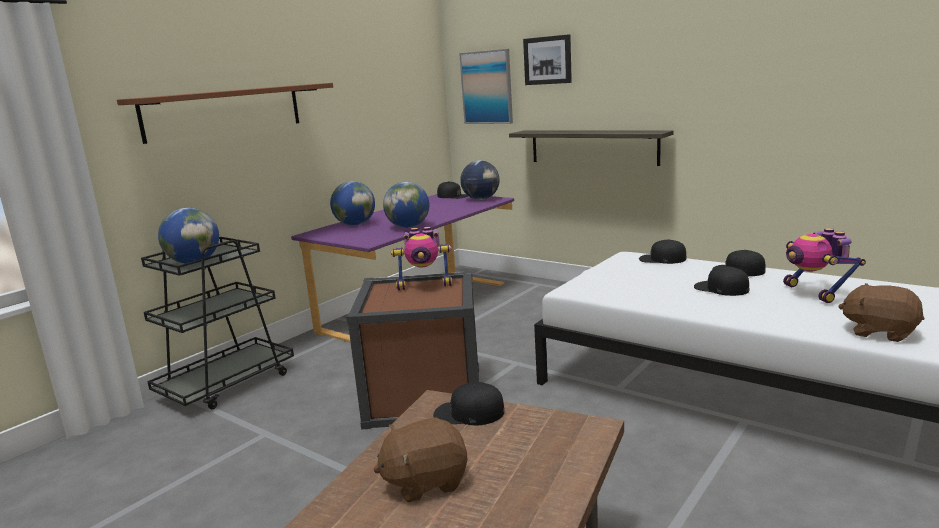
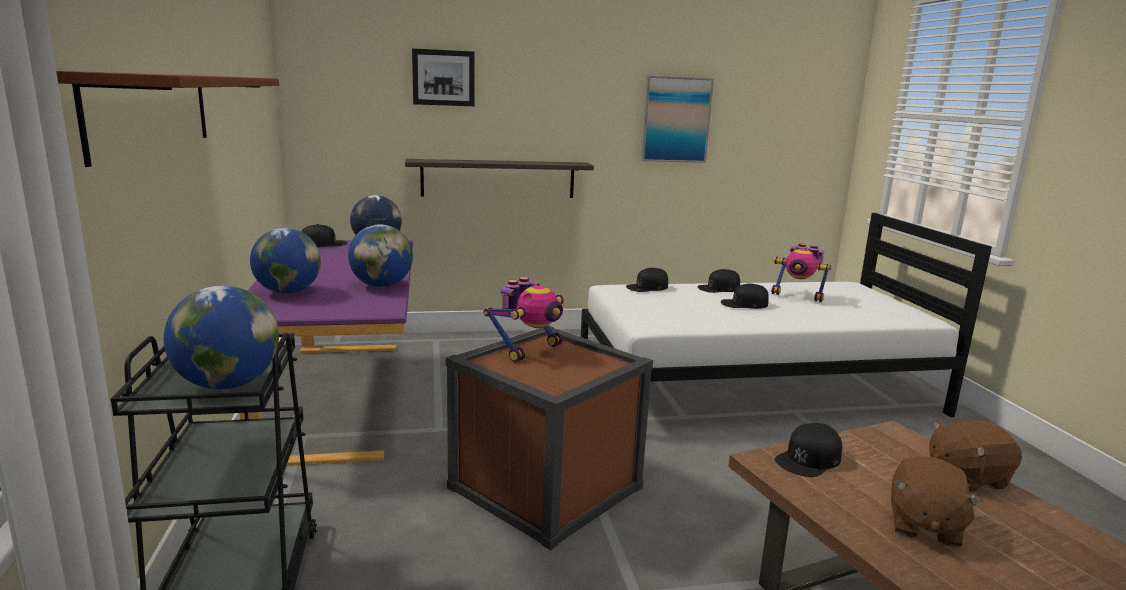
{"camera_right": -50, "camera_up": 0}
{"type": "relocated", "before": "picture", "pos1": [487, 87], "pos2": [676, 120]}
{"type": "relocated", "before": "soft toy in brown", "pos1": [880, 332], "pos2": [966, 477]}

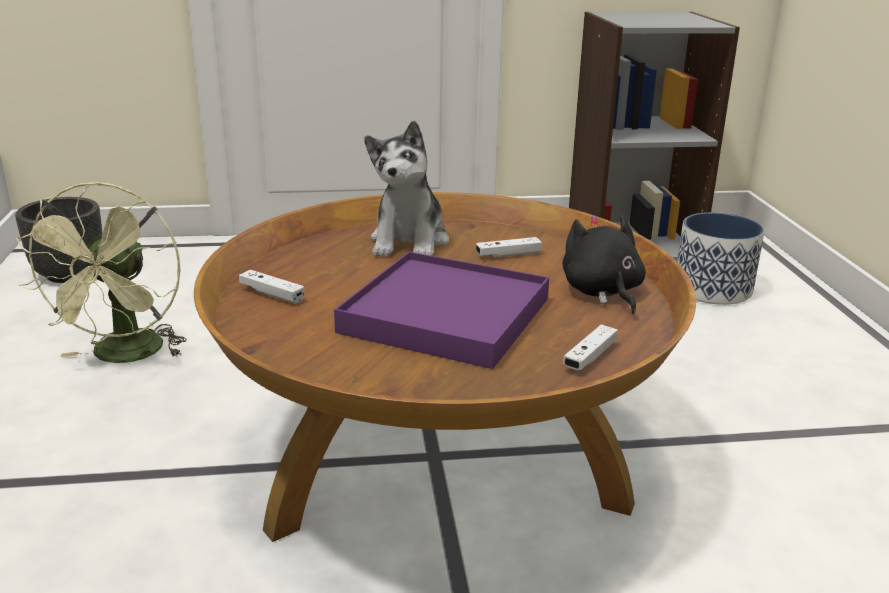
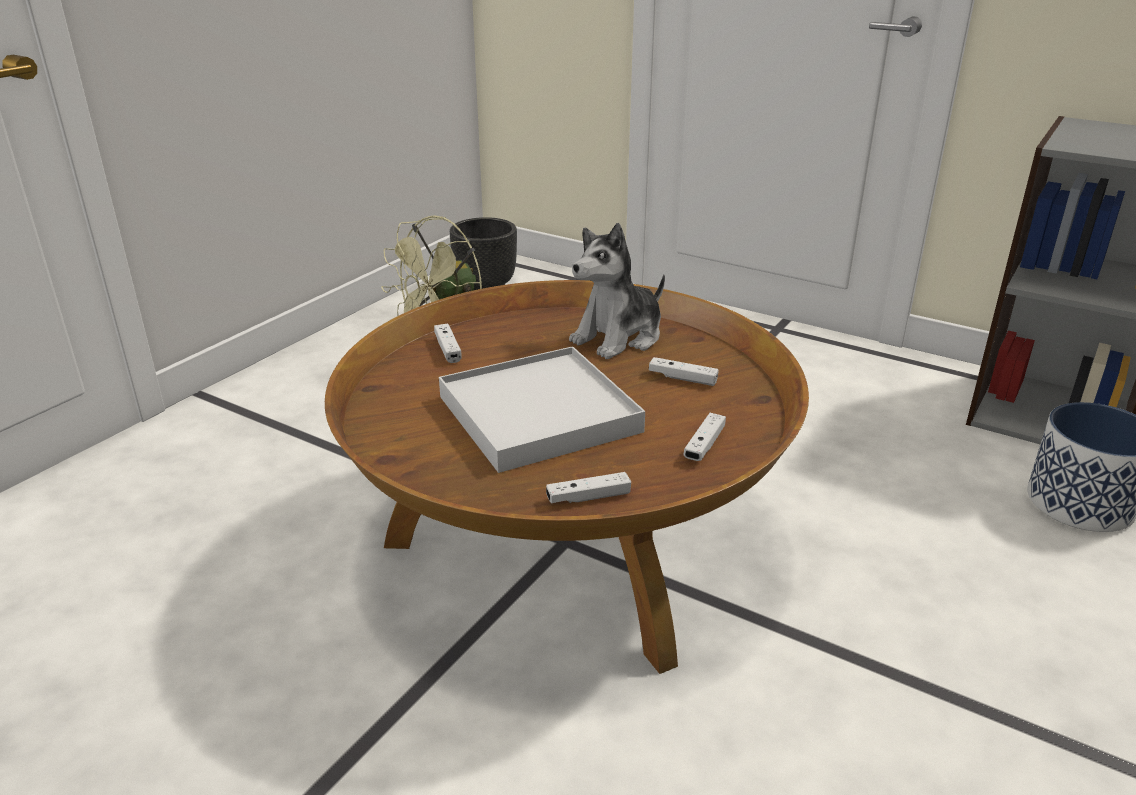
{"camera_right": 40, "camera_up": 5}
{"type": "colour", "before": "carrying tray in purple-coloured", "after": "carrying tray in white-coloured", "pos1": [446, 316], "pos2": [538, 414]}
{"type": "exchanged", "before": "soft toy in black", "after": "gamepad in white-coloured", "pos1": [602, 292], "pos2": [704, 445]}

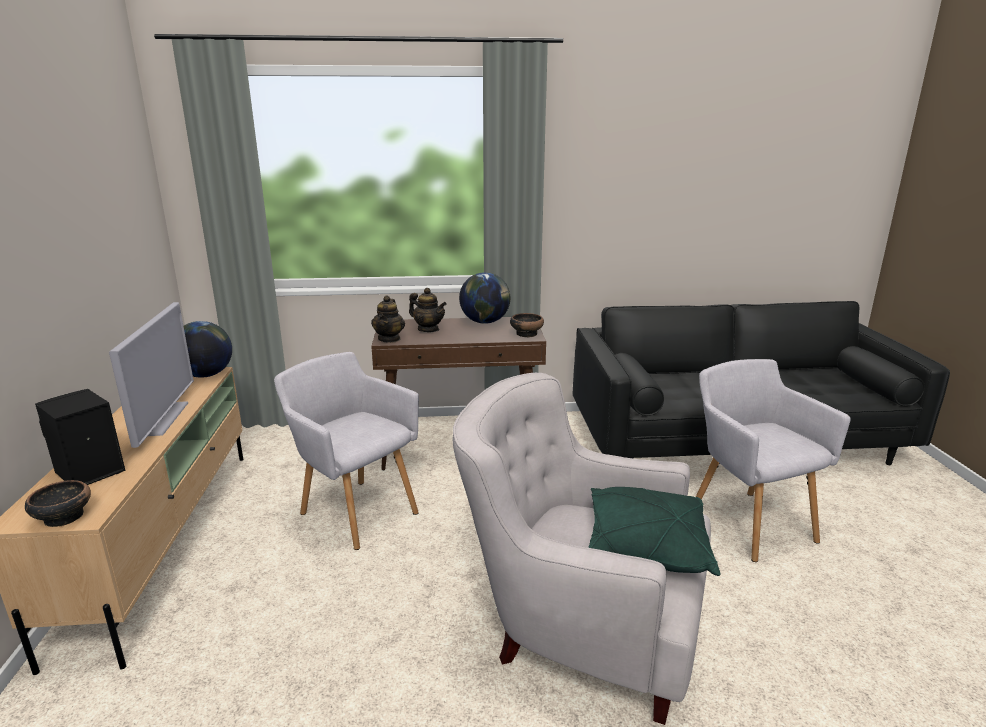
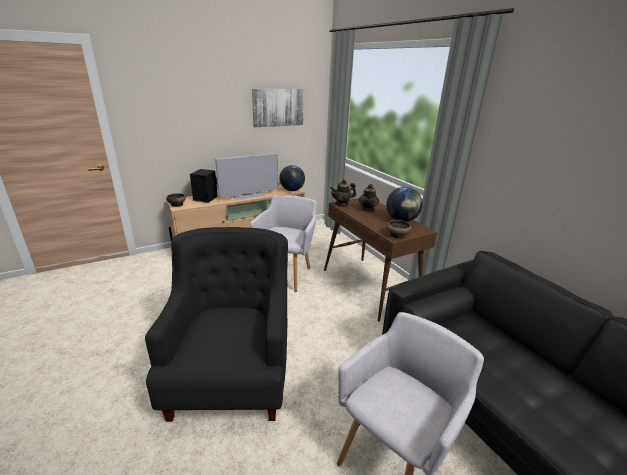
{"camera_right": 65, "camera_up": 5}
{"type": "colour", "before": "easy chair in white-coloured", "after": "easy chair in black", "pos1": [580, 625], "pos2": [232, 372]}
{"type": "appeared", "after": "picture", "pos2": [278, 107]}
{"type": "missing", "before": "throw pillow in green", "pos1": [646, 546]}

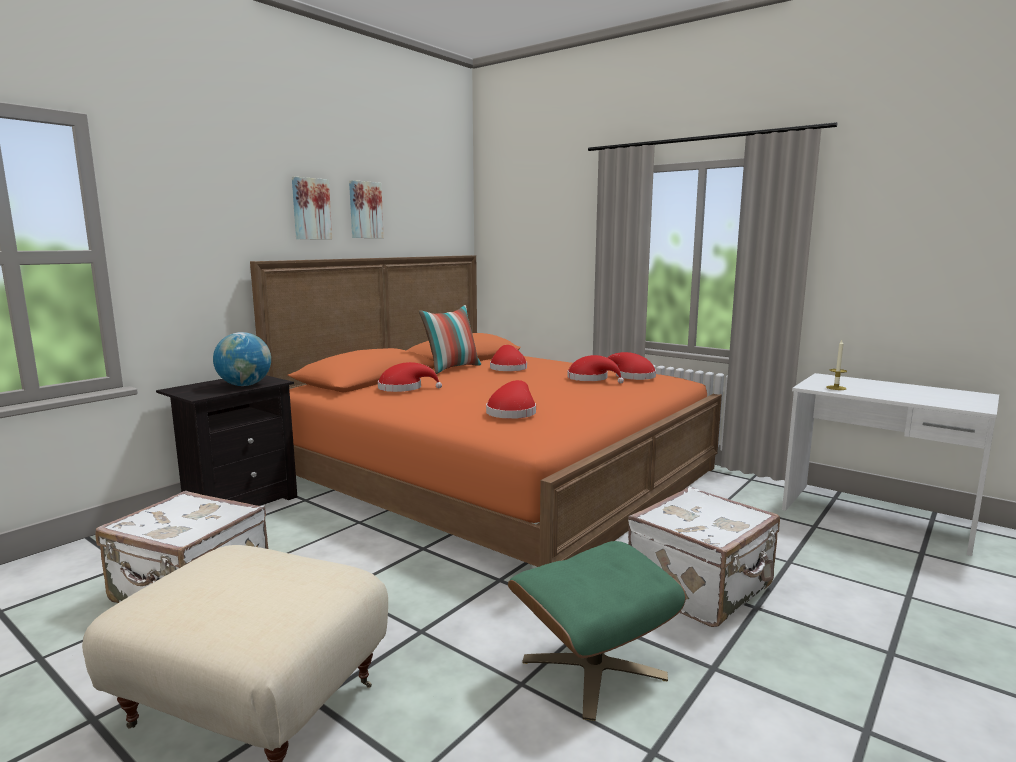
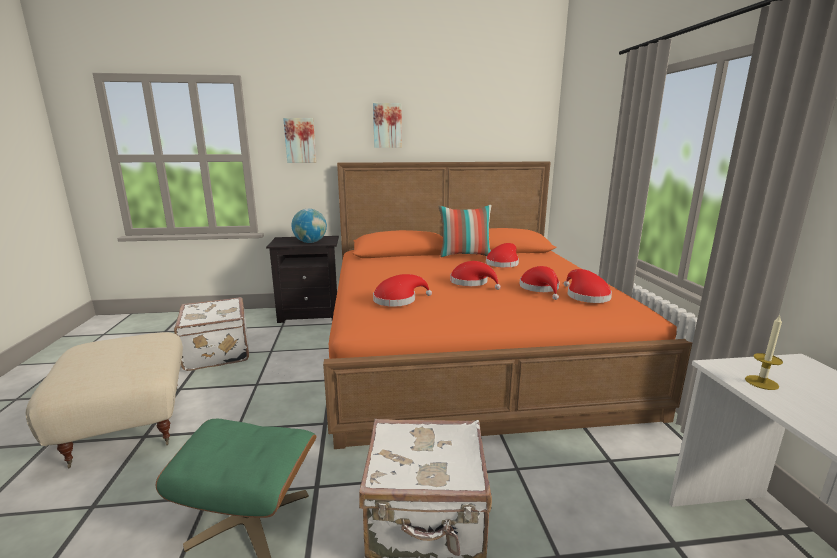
{"camera_right": 45, "camera_up": 5}
{"type": "relocated", "before": "picture", "pos1": [365, 210], "pos2": [300, 140]}
{"type": "relocated", "before": "wearable hat in red-coloured", "pos1": [404, 388], "pos2": [472, 283]}

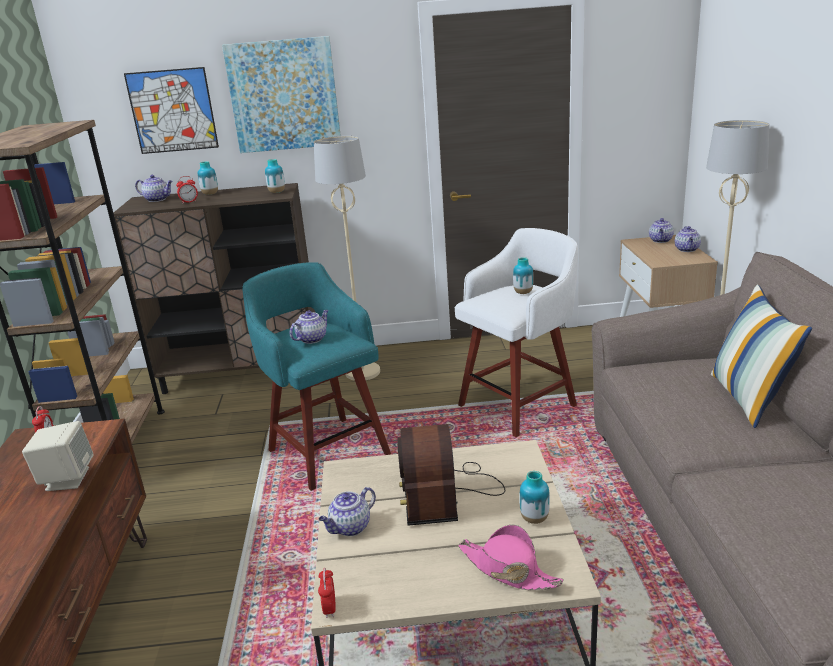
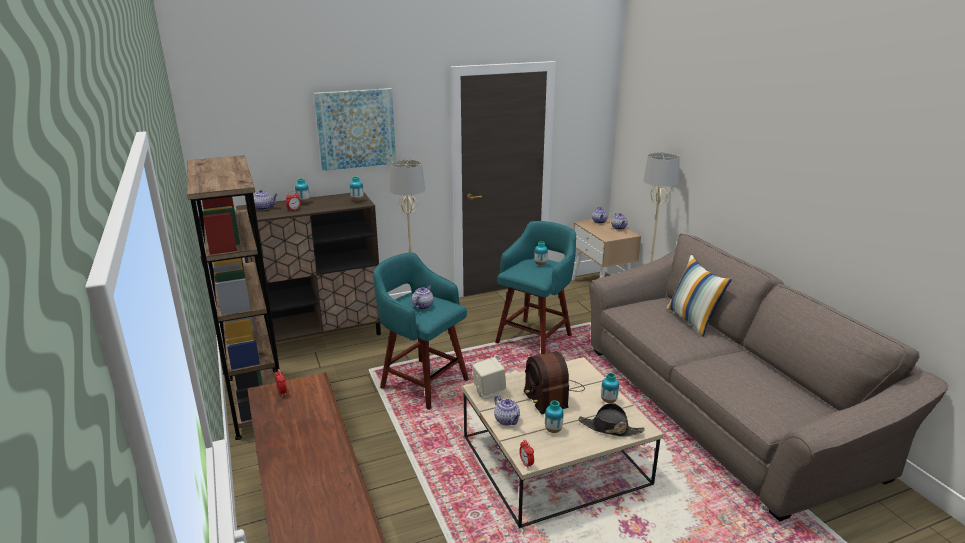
{"camera_right": -20, "camera_up": 0}
{"type": "relocated", "before": "audio speaker in sand-coloured", "pos1": [67, 479], "pos2": [488, 391]}
{"type": "spun", "before": "teapot", "pos1": [350, 528], "pos2": [507, 420], "turn": -60}
{"type": "colour", "before": "stool in white-coloured", "after": "stool in blue-green", "pos1": [520, 404], "pos2": [535, 338]}
{"type": "appeared", "after": "vase", "pos2": [553, 430]}
{"type": "colour", "before": "wearable hat in pinkish", "after": "wearable hat in black", "pos1": [507, 569], "pos2": [610, 428]}
{"type": "missing", "before": "picture", "pos1": [172, 111]}

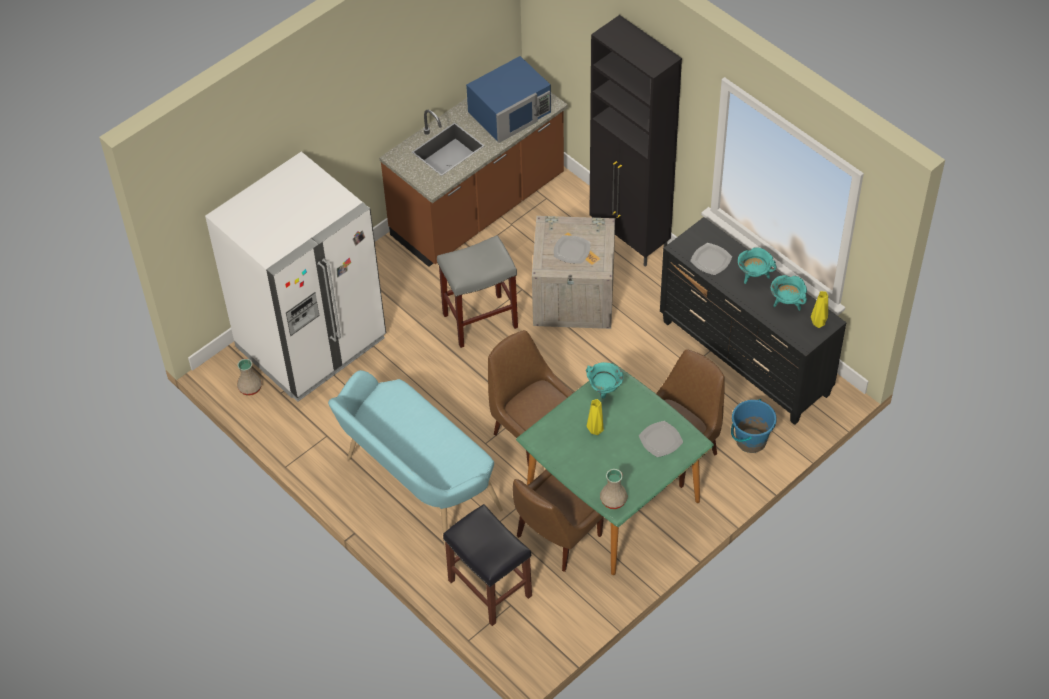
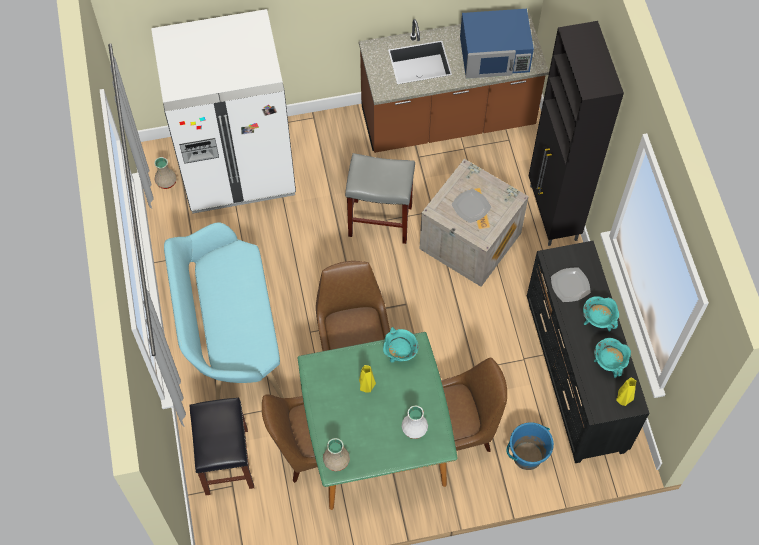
{"camera_right": 30, "camera_up": 10}
{"type": "exchanged", "before": "dinner plate", "after": "vase in white-coloured", "pos1": [660, 439], "pos2": [414, 427]}

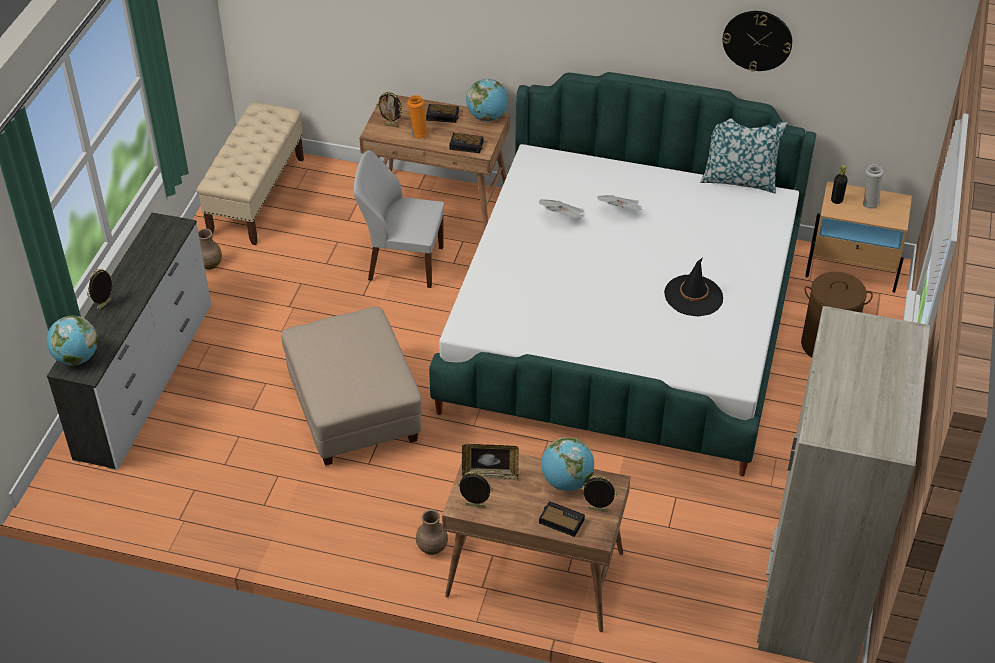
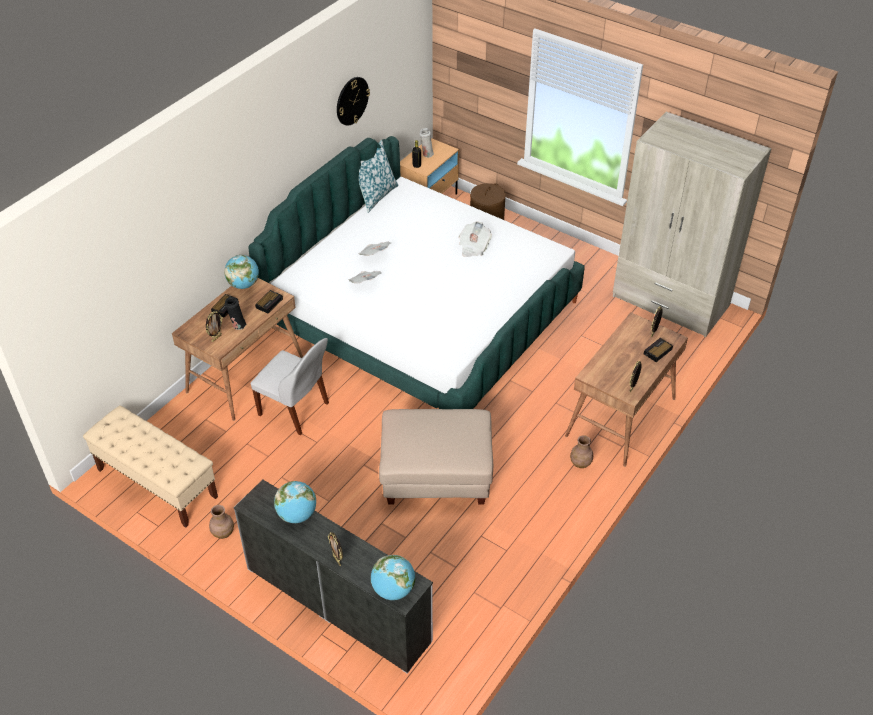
{"camera_right": -70, "camera_up": 0}
{"type": "colour", "before": "vase in orange-coloured", "after": "vase in black", "pos1": [418, 133], "pos2": [237, 325]}
{"type": "spun", "before": "plain chair in white-coloured", "pos1": [403, 263], "pos2": [295, 410], "turn": -90}
{"type": "relocated", "before": "world globe", "pos1": [566, 481], "pos2": [297, 515]}
{"type": "exchanged", "before": "wearable hat in black", "after": "printed paper", "pos1": [693, 296], "pos2": [473, 247]}
{"type": "missing", "before": "standing frame", "pos1": [490, 474]}

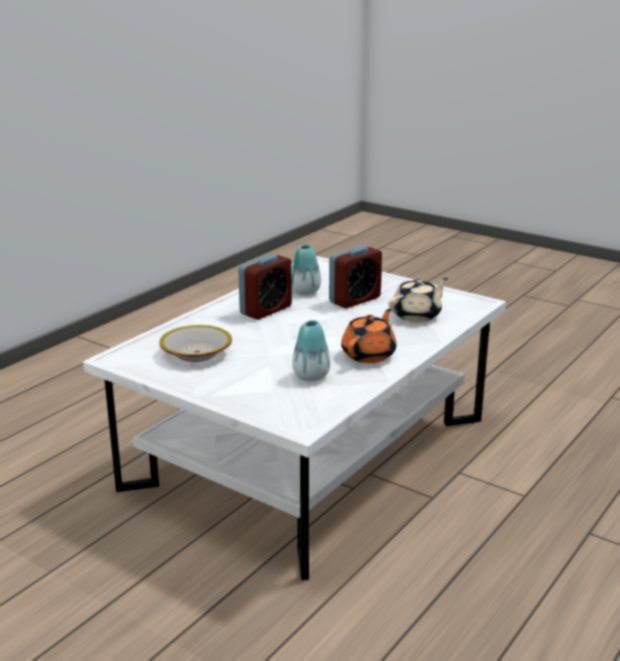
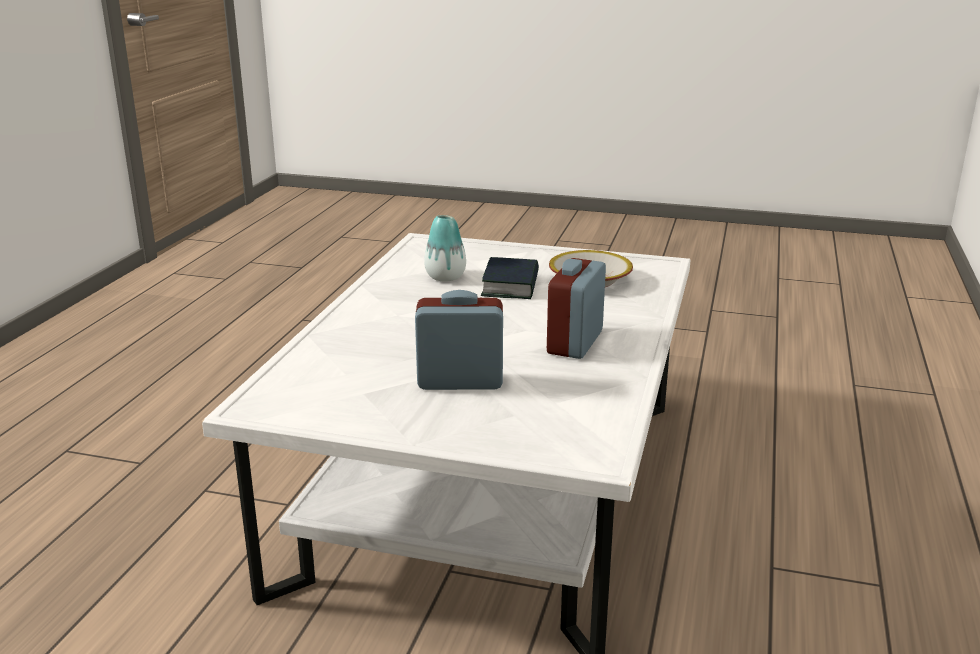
{"camera_right": 160, "camera_up": 0}
{"type": "spun", "before": "alarm clock", "pos1": [354, 300], "pos2": [460, 381], "turn": 60}
{"type": "appeared", "after": "volume", "pos2": [511, 286]}
{"type": "missing", "before": "vase", "pos1": [305, 291]}
{"type": "missing", "before": "teapot in orange-coloured", "pos1": [369, 354]}
{"type": "missing", "before": "teapot in sand-coloured", "pos1": [417, 315]}

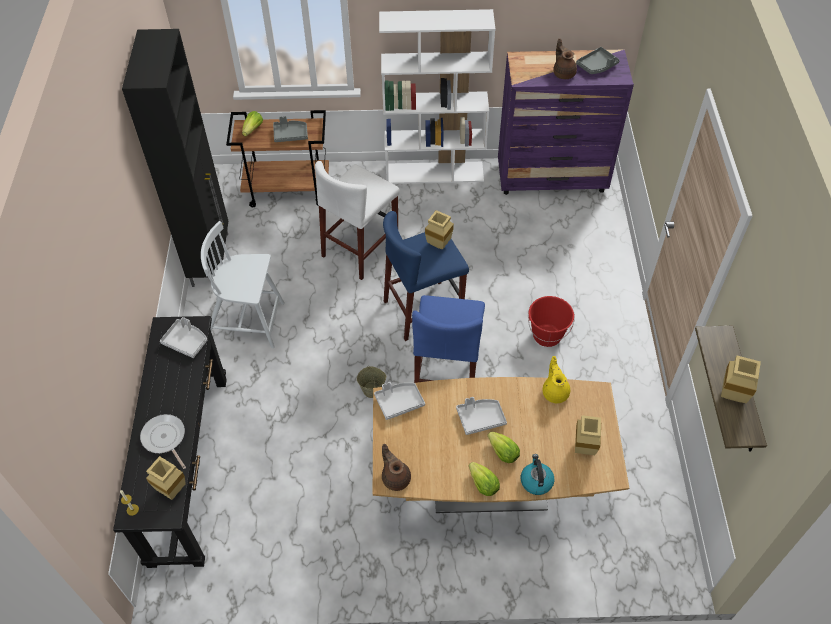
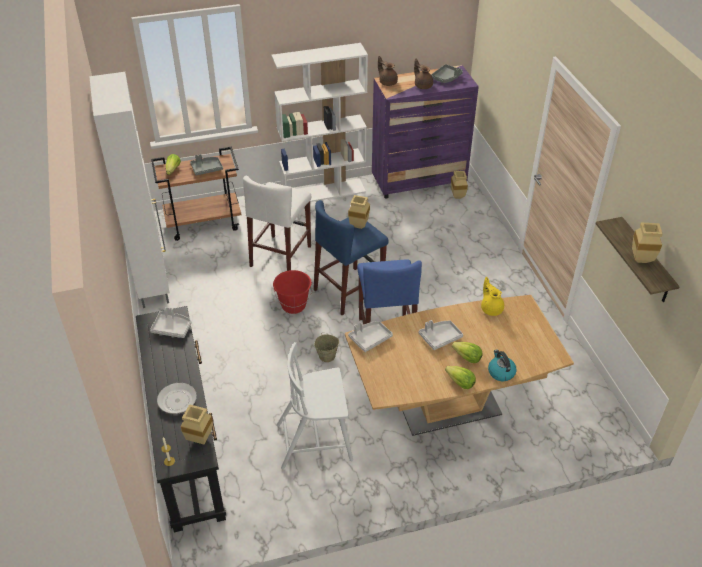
{"camera_right": -15, "camera_up": -10}
{"type": "colour", "before": "storage cabinet in black", "after": "storage cabinet in white-coloured", "pos1": [211, 258], "pos2": [153, 284]}
{"type": "relocated", "before": "water bucket in red-coloured", "pos1": [547, 335], "pos2": [293, 305]}
{"type": "relocated", "before": "plain chair in white-coloured", "pos1": [247, 322], "pos2": [316, 441]}
{"type": "relocated", "before": "teapot in brown", "pos1": [395, 477], "pos2": [387, 82]}
{"type": "relocated", "before": "vase in sand-coloured", "pos1": [583, 447], "pos2": [457, 196]}

